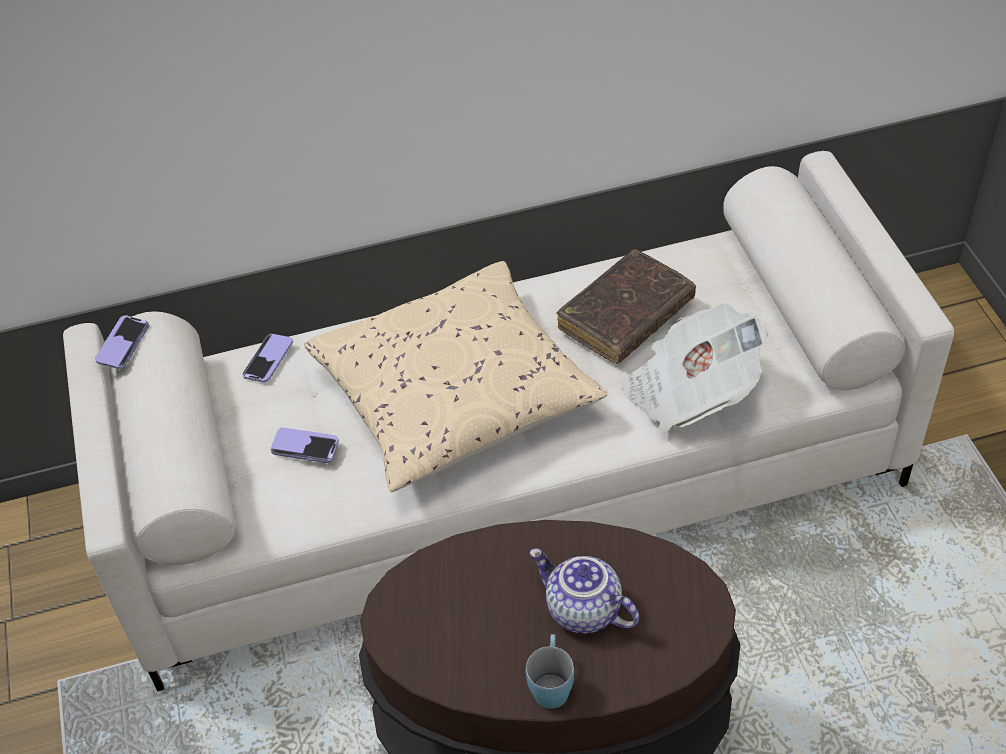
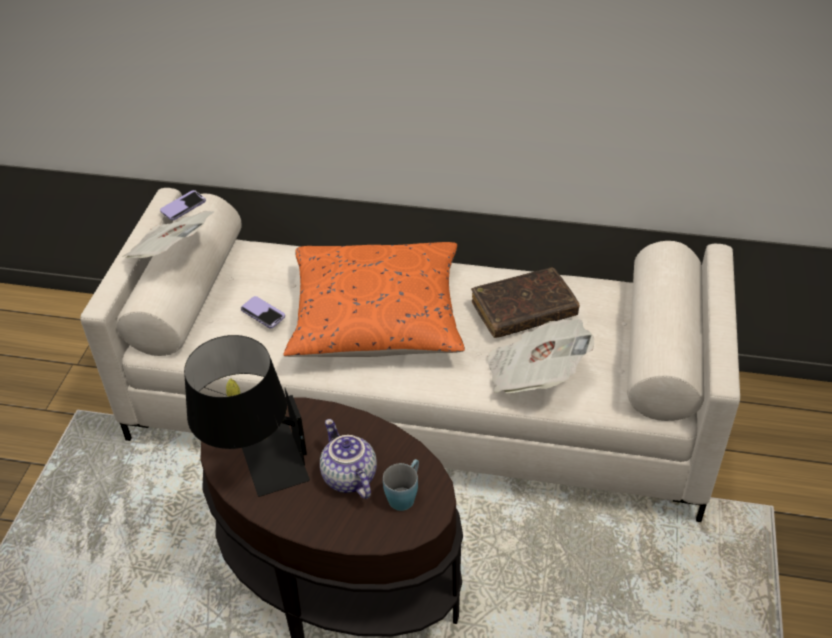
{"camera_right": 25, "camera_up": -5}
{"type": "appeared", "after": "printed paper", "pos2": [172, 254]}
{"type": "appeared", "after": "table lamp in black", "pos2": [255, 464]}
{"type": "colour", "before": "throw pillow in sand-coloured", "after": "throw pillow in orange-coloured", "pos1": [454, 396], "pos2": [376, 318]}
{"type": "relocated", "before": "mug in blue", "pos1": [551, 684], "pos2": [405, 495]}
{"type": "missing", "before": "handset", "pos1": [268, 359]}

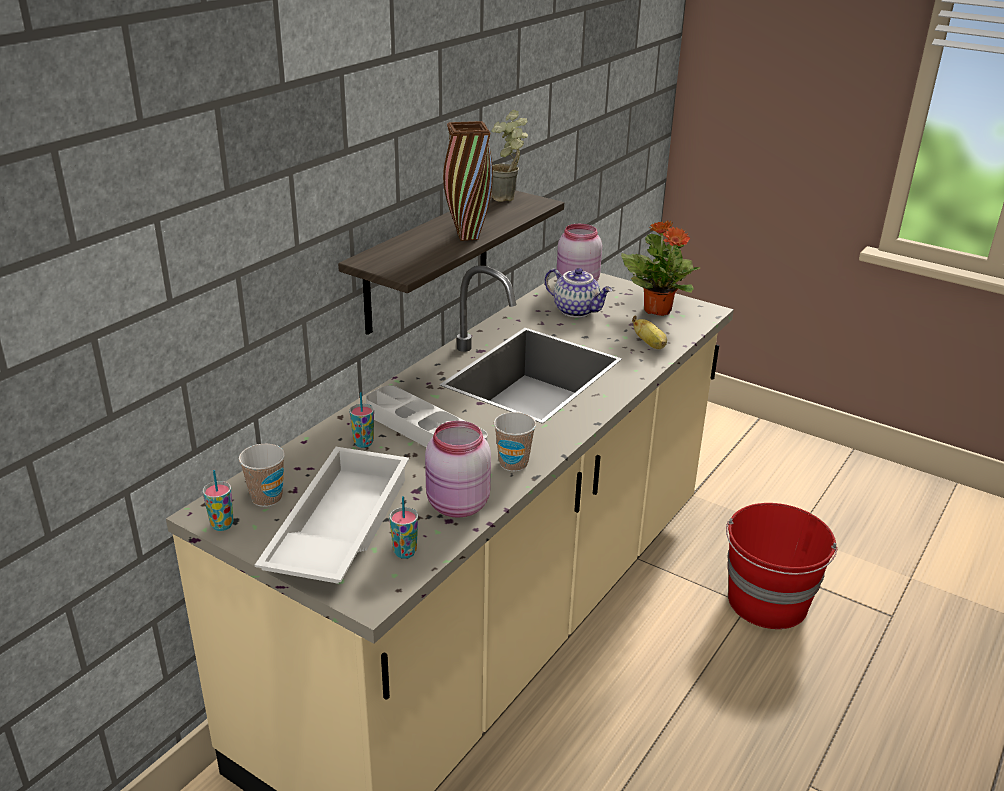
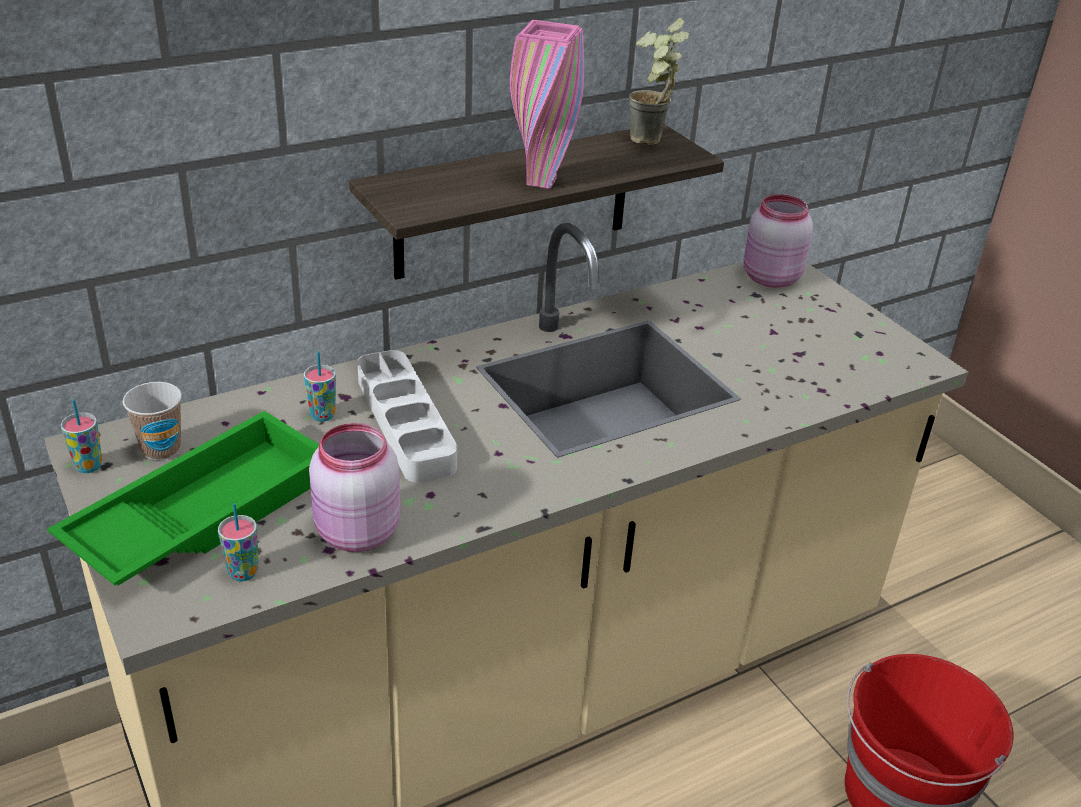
{"camera_right": 25, "camera_up": 5}
{"type": "colour", "before": "carrying tray in white-coloured", "after": "carrying tray in green", "pos1": [337, 527], "pos2": [200, 512]}
{"type": "colour", "before": "vase in brown", "after": "vase in pinkish", "pos1": [467, 236], "pos2": [541, 181]}
{"type": "missing", "before": "drinking cup", "pos1": [513, 463]}
{"type": "missing", "before": "teapot", "pos1": [577, 310]}
{"type": "missing", "before": "houseplant", "pos1": [657, 310]}
{"type": "missing", "before": "banana fruit", "pos1": [650, 344]}

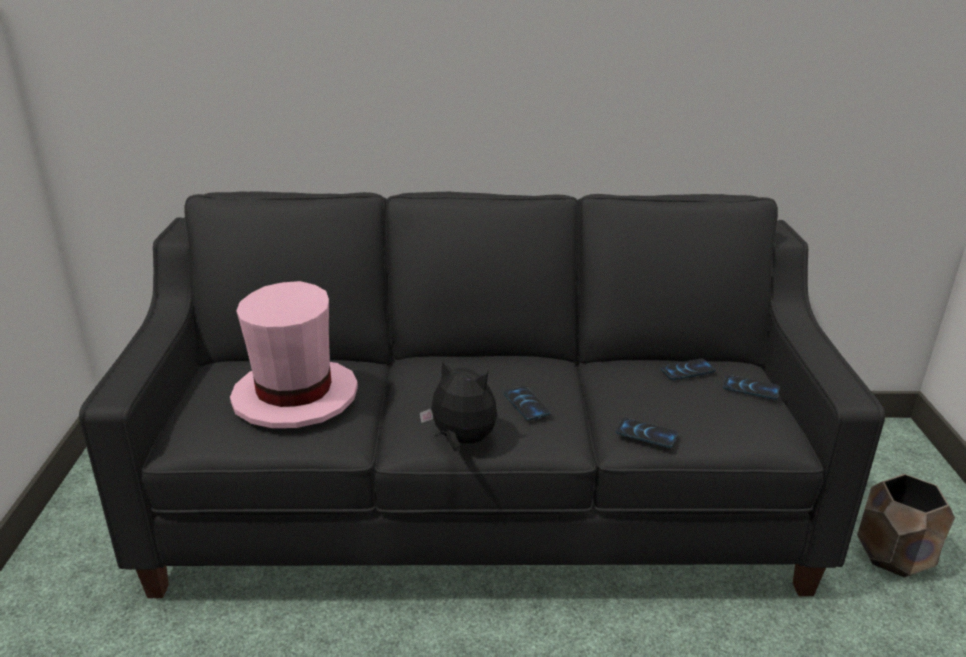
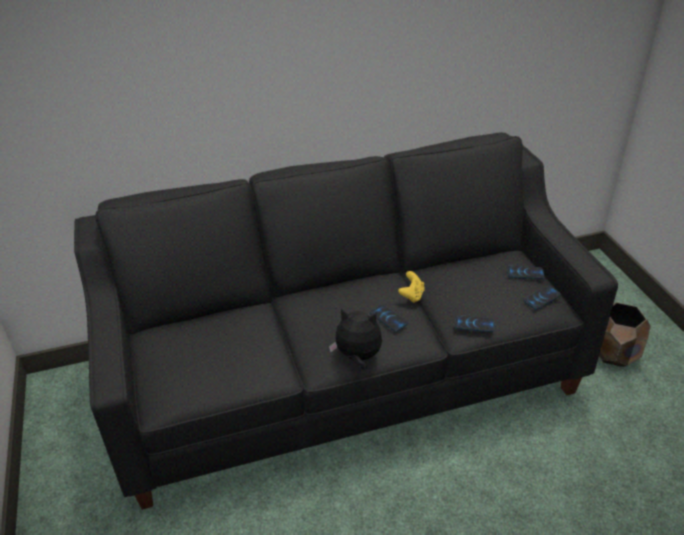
{"camera_right": -15, "camera_up": 10}
{"type": "appeared", "after": "gamepad in yellow-coloured", "pos2": [412, 295]}
{"type": "relocated", "before": "handset", "pos1": [687, 370], "pos2": [541, 298]}
{"type": "missing", "before": "wearable hat in pinkish", "pos1": [295, 396]}

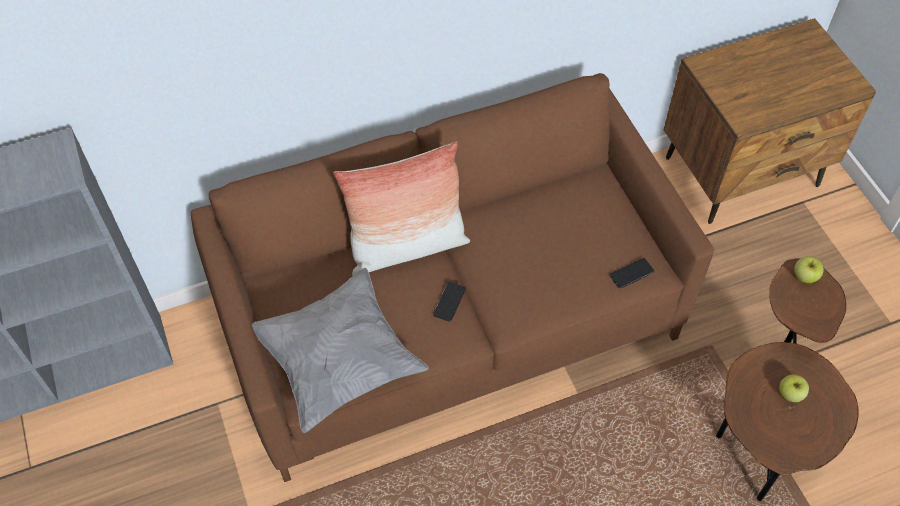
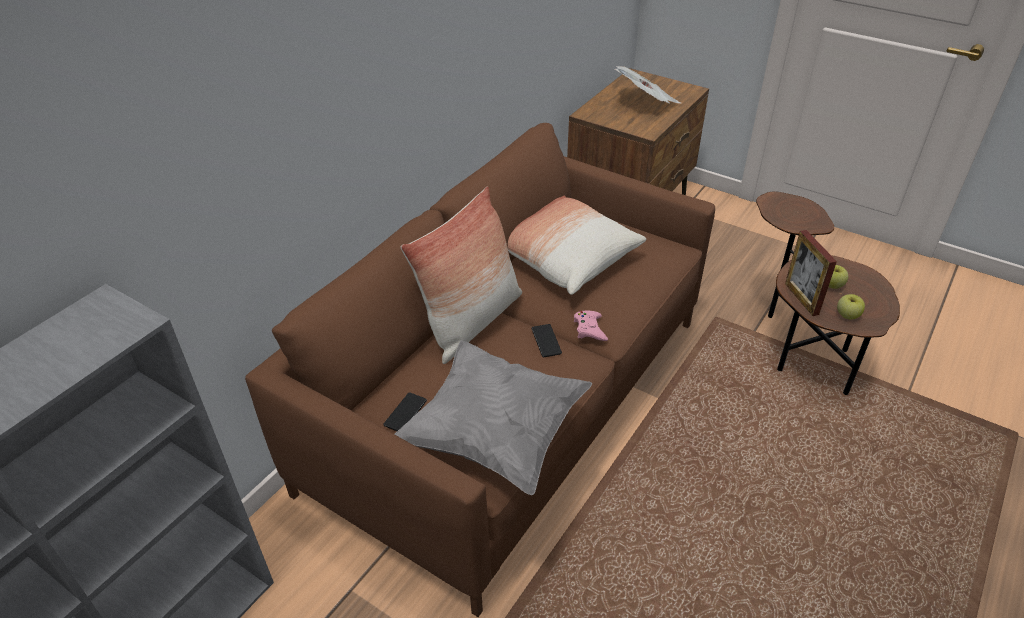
{"camera_right": -35, "camera_up": -15}
{"type": "relocated", "before": "handset", "pos1": [631, 273], "pos2": [405, 413]}
{"type": "appeared", "after": "throw pillow", "pos2": [565, 258]}
{"type": "appeared", "after": "gamepad in pinkish", "pos2": [589, 329]}
{"type": "appeared", "after": "printed paper", "pos2": [646, 103]}
{"type": "appeared", "after": "standing frame", "pos2": [801, 299]}
{"type": "relocated", "before": "apple fruit", "pos1": [805, 276], "pos2": [847, 315]}

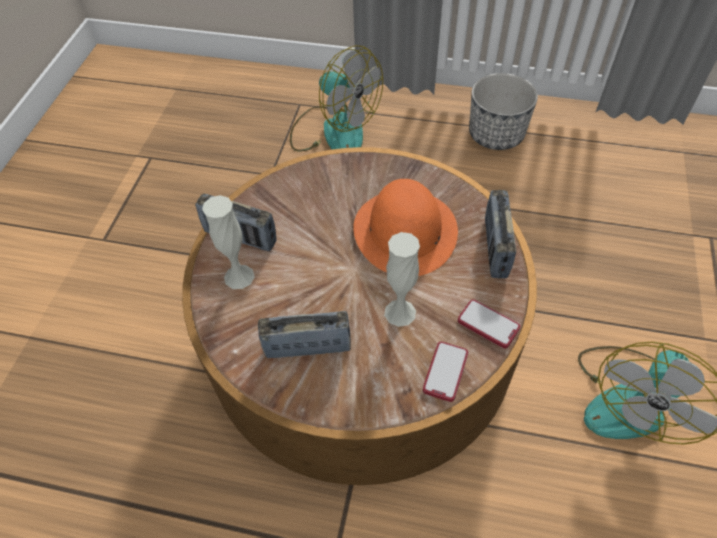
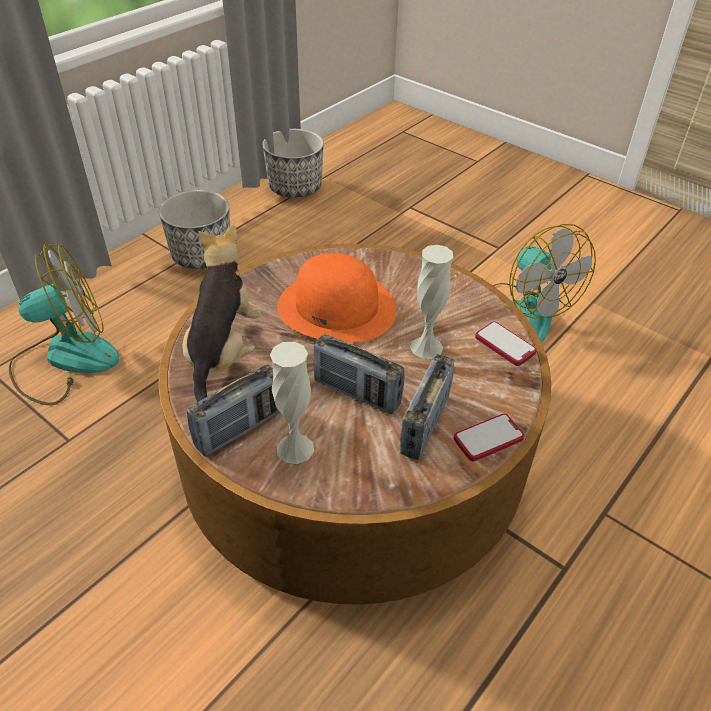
{"camera_right": -65, "camera_up": -10}
{"type": "appeared", "after": "soft toy", "pos2": [223, 353]}
{"type": "appeared", "after": "flower pot", "pos2": [295, 187]}
{"type": "relocated", "before": "radio set", "pos1": [495, 248], "pos2": [357, 393]}
{"type": "relocated", "before": "handset", "pos1": [488, 324], "pos2": [488, 438]}

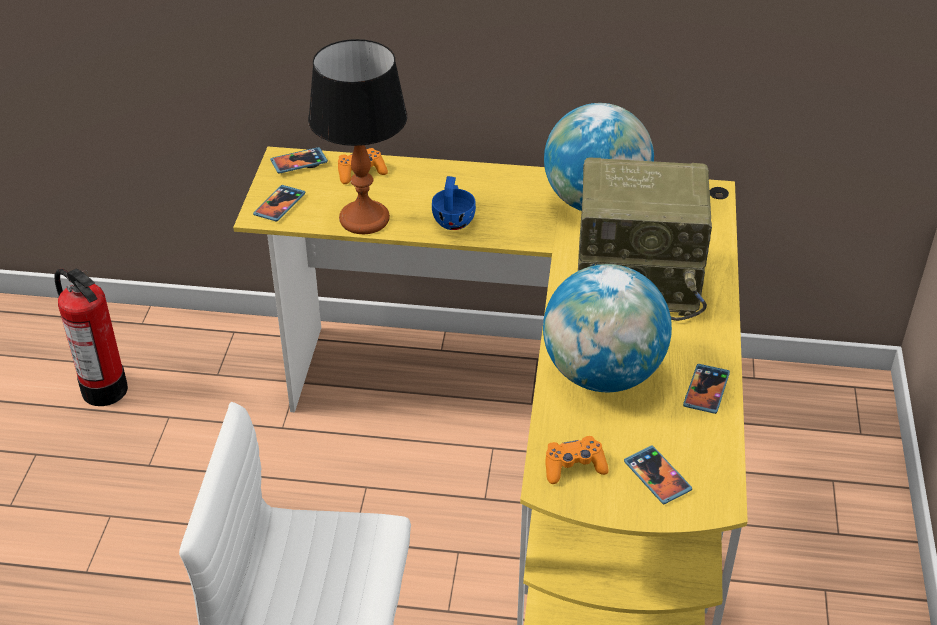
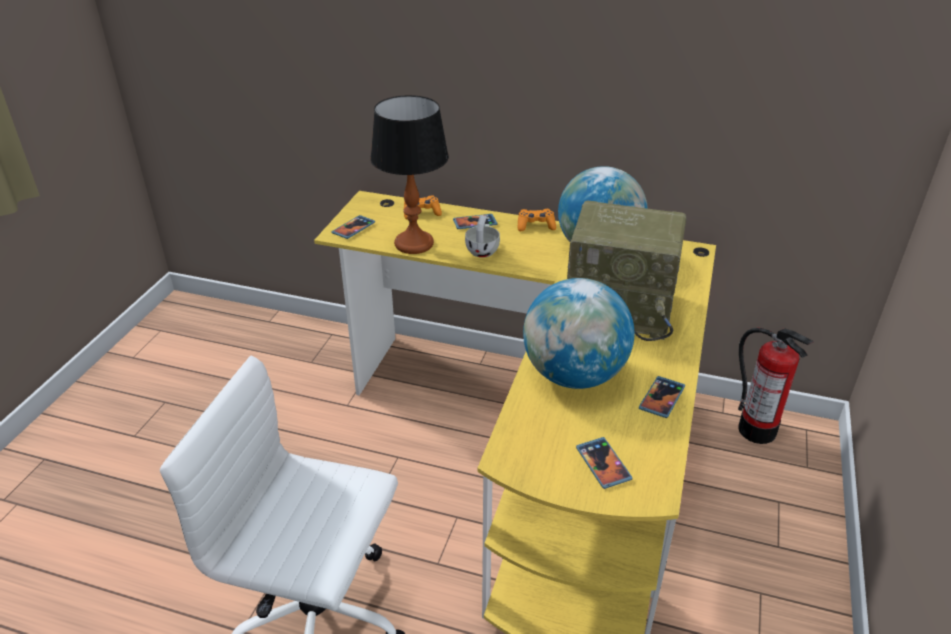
{"camera_right": 10, "camera_up": -5}
{"type": "relocated", "before": "handset", "pos1": [299, 162], "pos2": [475, 223]}
{"type": "colour", "before": "drinking cup in blue", "after": "drinking cup in white-coloured", "pos1": [454, 219], "pos2": [483, 250]}
{"type": "relocated", "before": "gamepad in orange-coloured", "pos1": [574, 467], "pos2": [535, 226]}
{"type": "relocated", "before": "fire-fighting cylinder", "pos1": [105, 389], "pos2": [757, 430]}

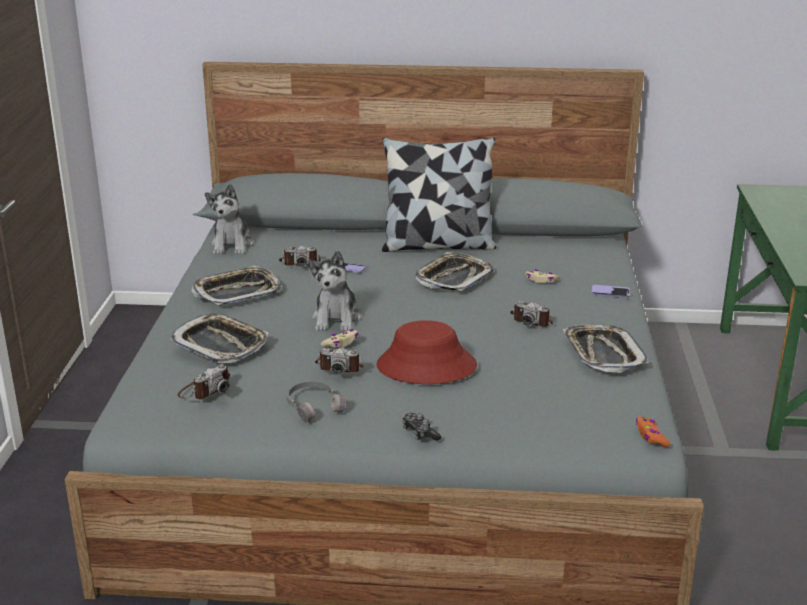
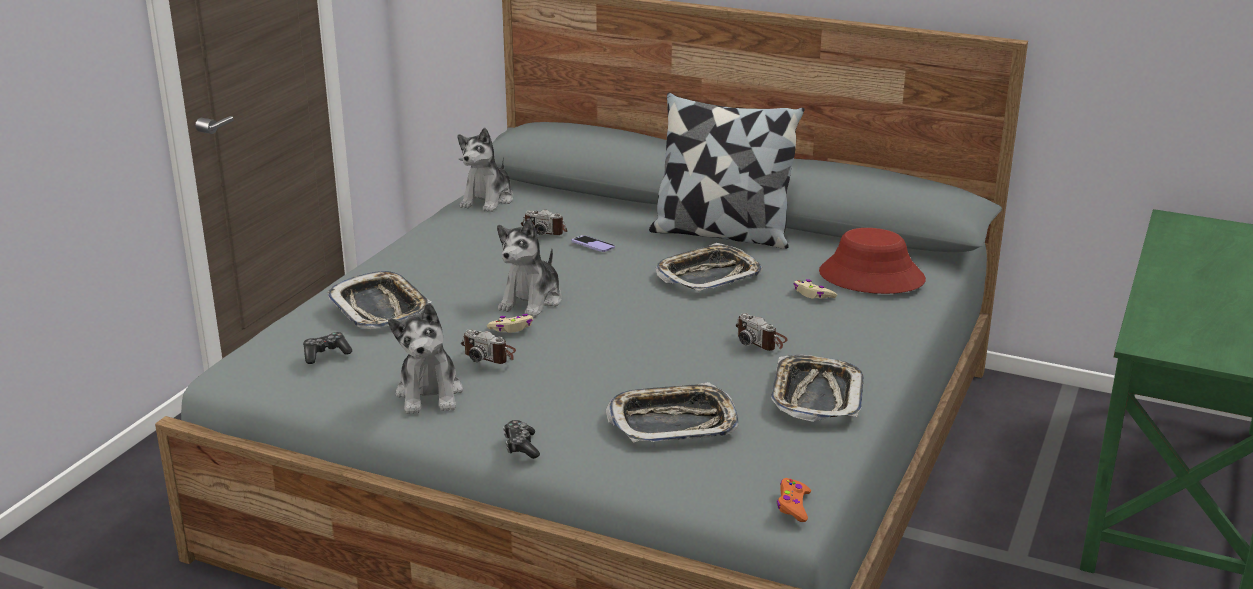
{"camera_right": 20, "camera_up": 0}
{"type": "exchanged", "before": "photo camera", "after": "gamepad", "pos1": [205, 390], "pos2": [326, 354]}
{"type": "exchanged", "before": "headphones in greyish", "after": "soft toy", "pos1": [314, 406], "pos2": [430, 394]}
{"type": "relocated", "before": "carrying tray", "pos1": [237, 292], "pos2": [673, 422]}
{"type": "relocated", "before": "wearable hat in red-coloured", "pos1": [426, 366], "pos2": [871, 277]}
{"type": "missing", "before": "handset", "pos1": [610, 293]}

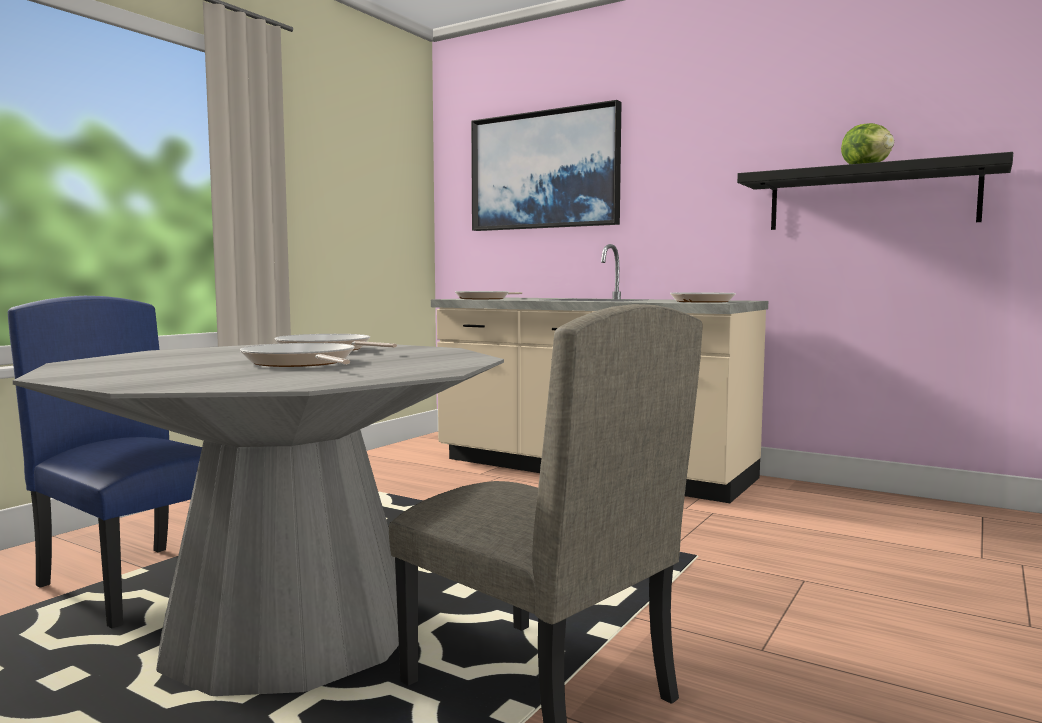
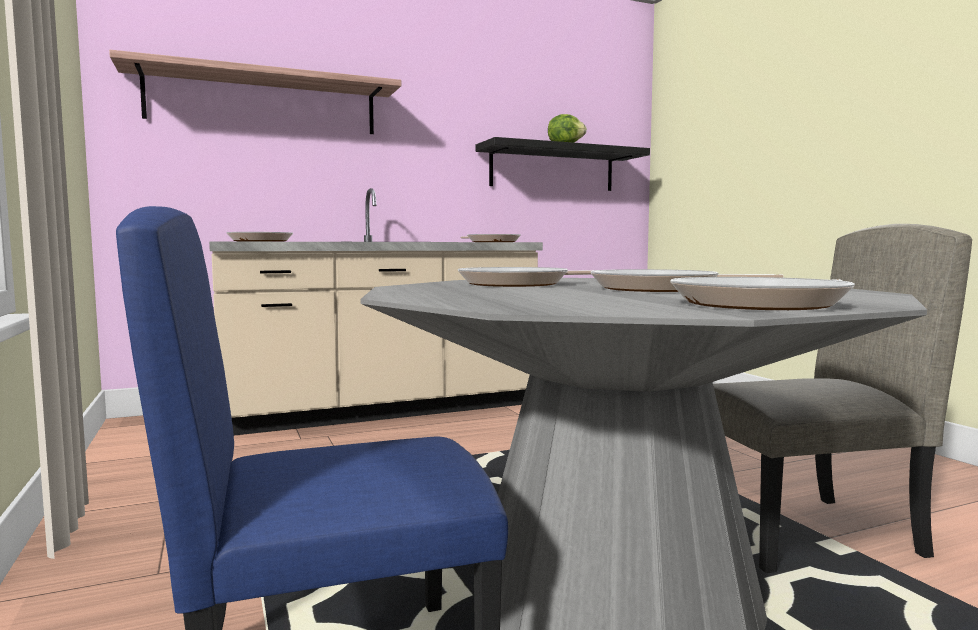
{"camera_right": -55, "camera_up": 0}
{"type": "exchanged", "before": "picture", "after": "bracket shelf", "pos1": [544, 170], "pos2": [264, 103]}
{"type": "appeared", "after": "pan", "pos2": [764, 303]}

